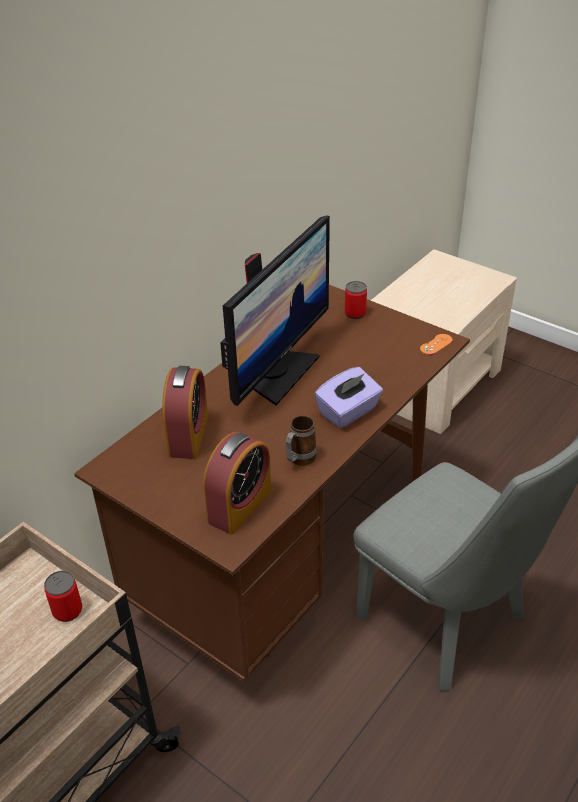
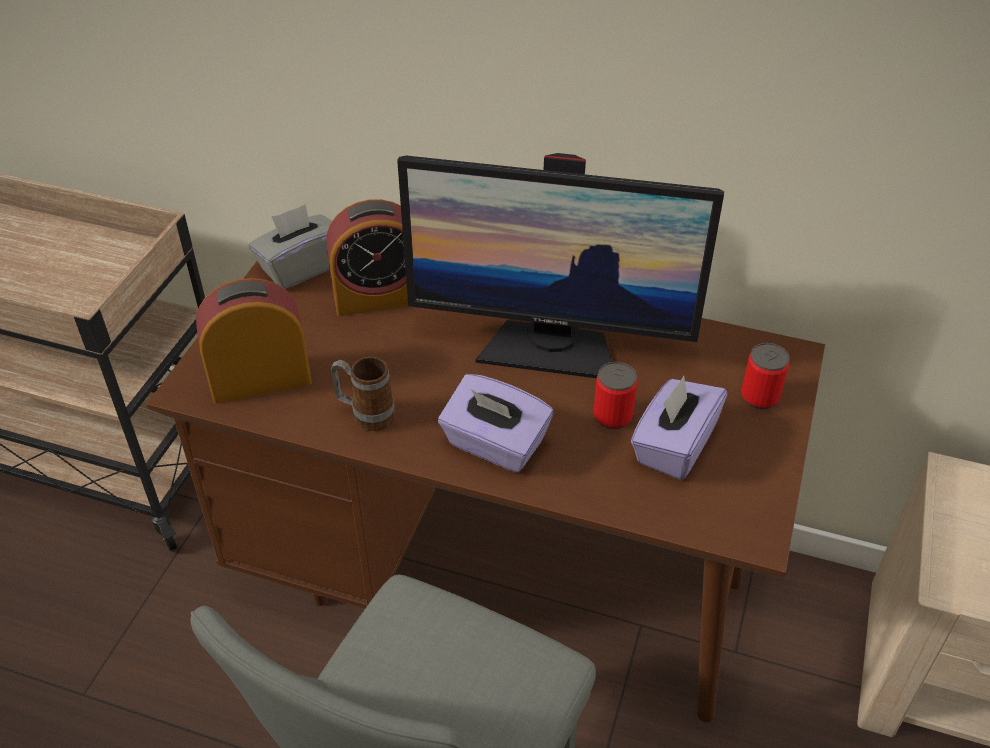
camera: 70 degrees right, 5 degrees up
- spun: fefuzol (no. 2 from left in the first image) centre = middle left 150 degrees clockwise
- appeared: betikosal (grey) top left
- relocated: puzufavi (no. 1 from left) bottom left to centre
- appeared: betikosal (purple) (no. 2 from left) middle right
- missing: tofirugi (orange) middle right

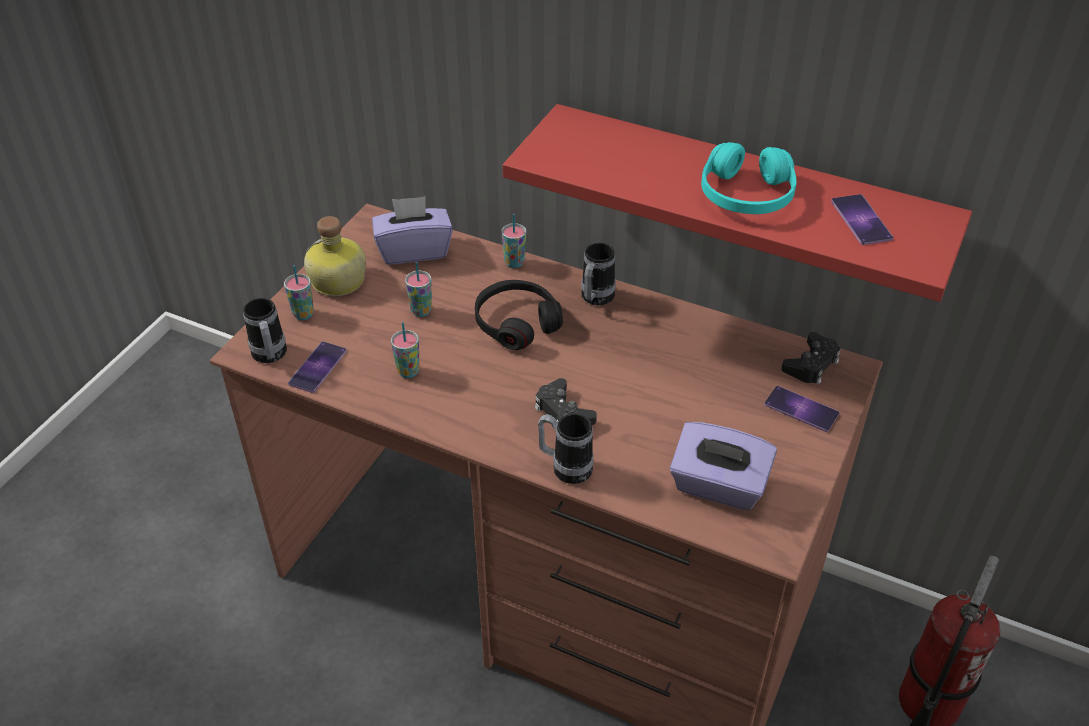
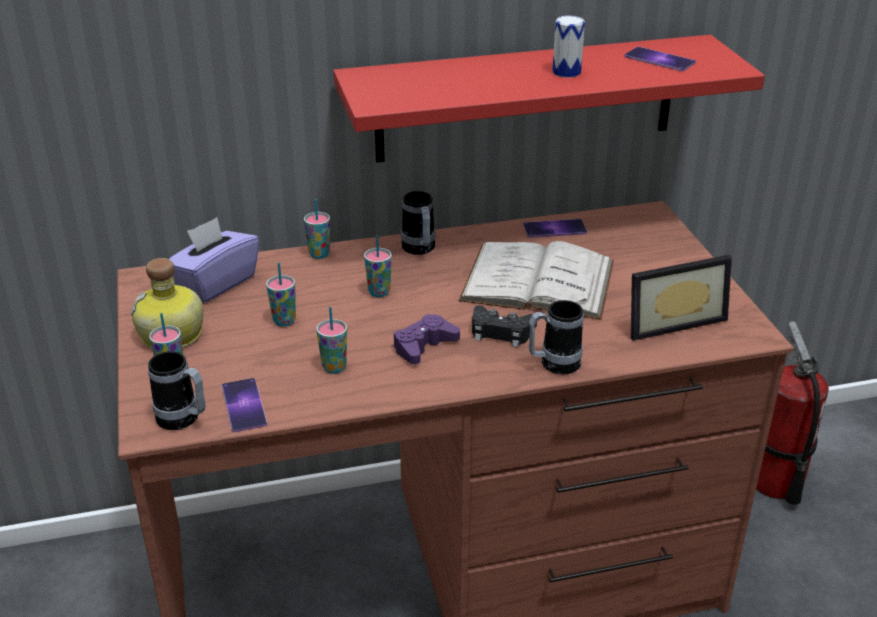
camera: 40 degrees left, 10 degrees down
- exchanged: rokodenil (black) centre to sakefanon (no. 5 from left) centre
- appeared: tofirugi (purple) centre
- appeared: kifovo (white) centre
- relocated: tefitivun (no. 2 from left) middle right to centre
- exchanged: rokodenil (turquoise) top right to puzufavi top centre
- exchanged: betikosal (purple) (no. 2 from left) centre to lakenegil middle right
- missing: tofirugi (black) (no. 2 from left) middle right

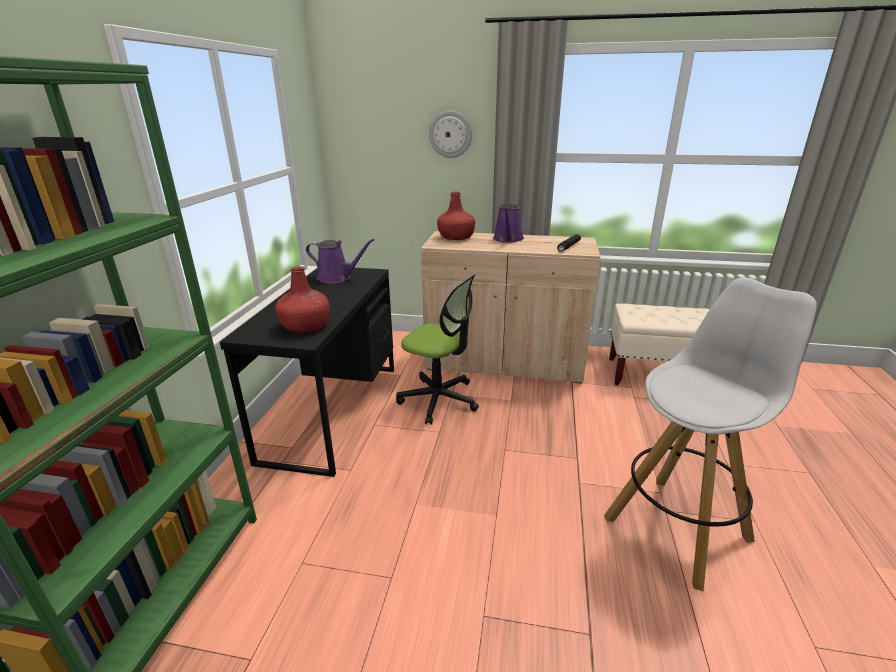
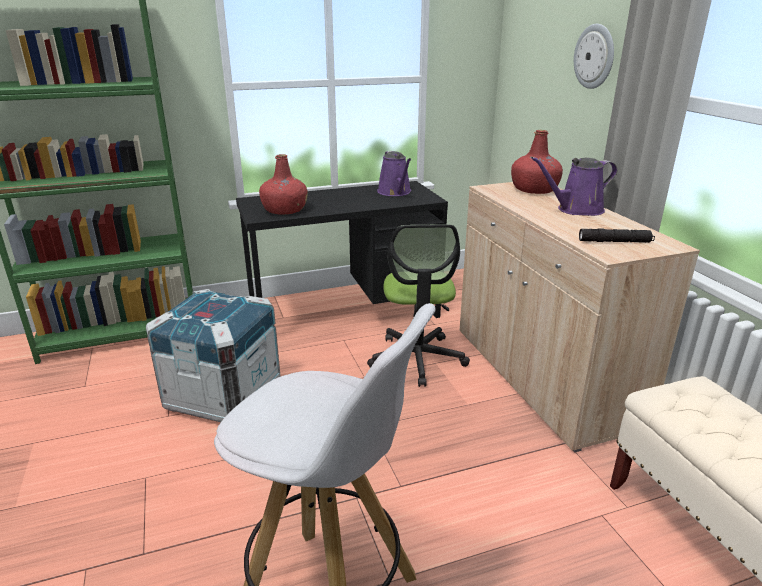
camera: 60 degrees right, 0 degrees up
- appeared: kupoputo middle left

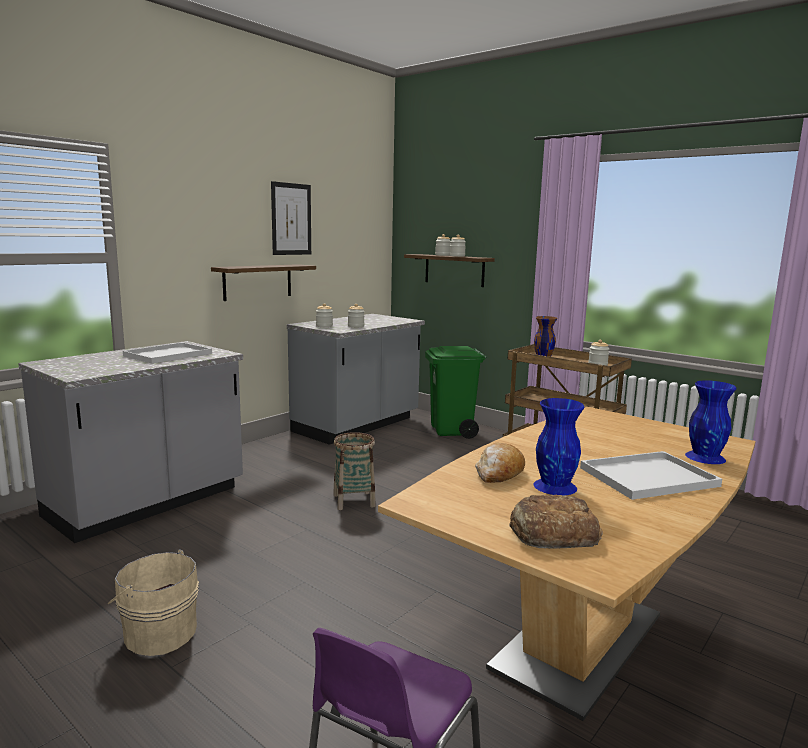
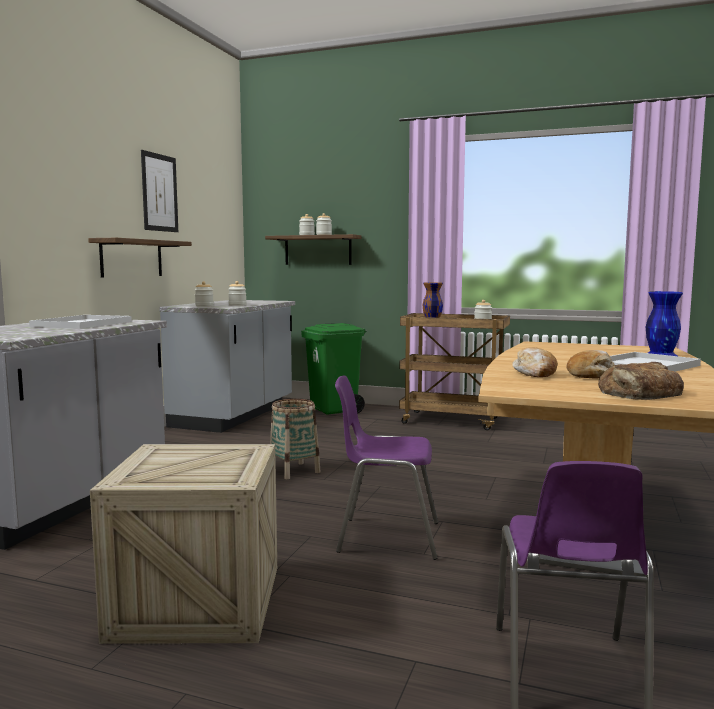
camera: 20 degrees left, 5 degrees down
- exchanged: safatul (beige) bottom left to kupoputo bottom left
- appeared: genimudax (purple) (no. 1 from left) centre
- exchanged: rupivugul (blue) (no. 1 from left) middle right to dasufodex (no. 2 from left) middle right

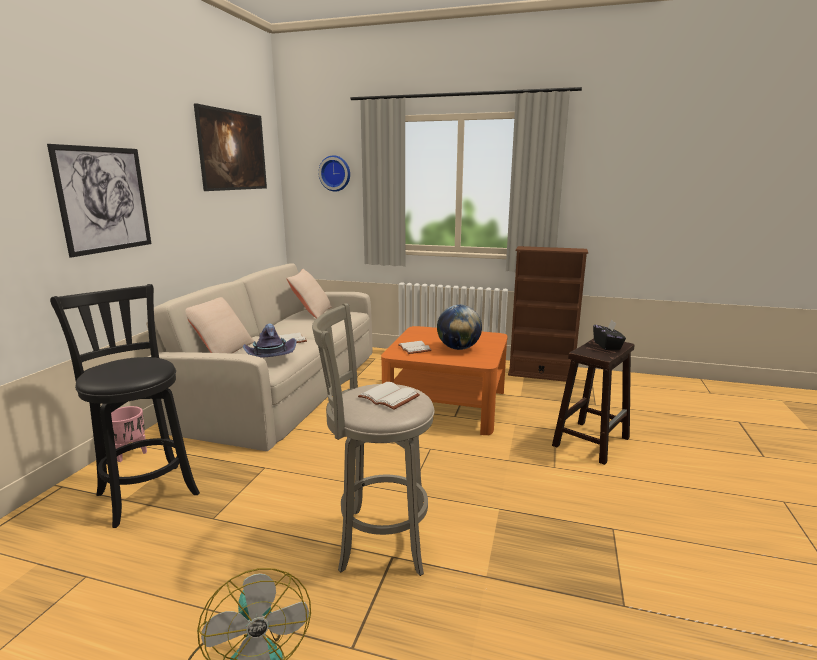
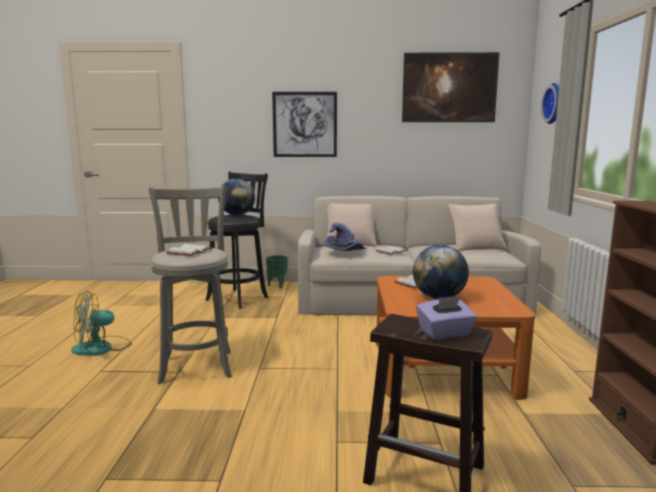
camera: 75 degrees right, 5 degrees down
- appeared: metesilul (no. 1 from left) centre
- colour: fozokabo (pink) middle left to fozokabo (green) centre
- colour: betikosal (black) middle right to betikosal (purple) middle right

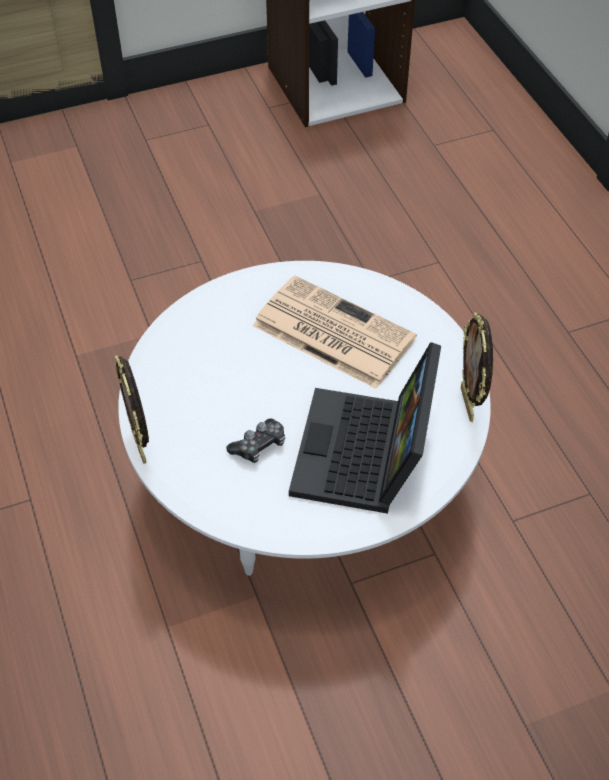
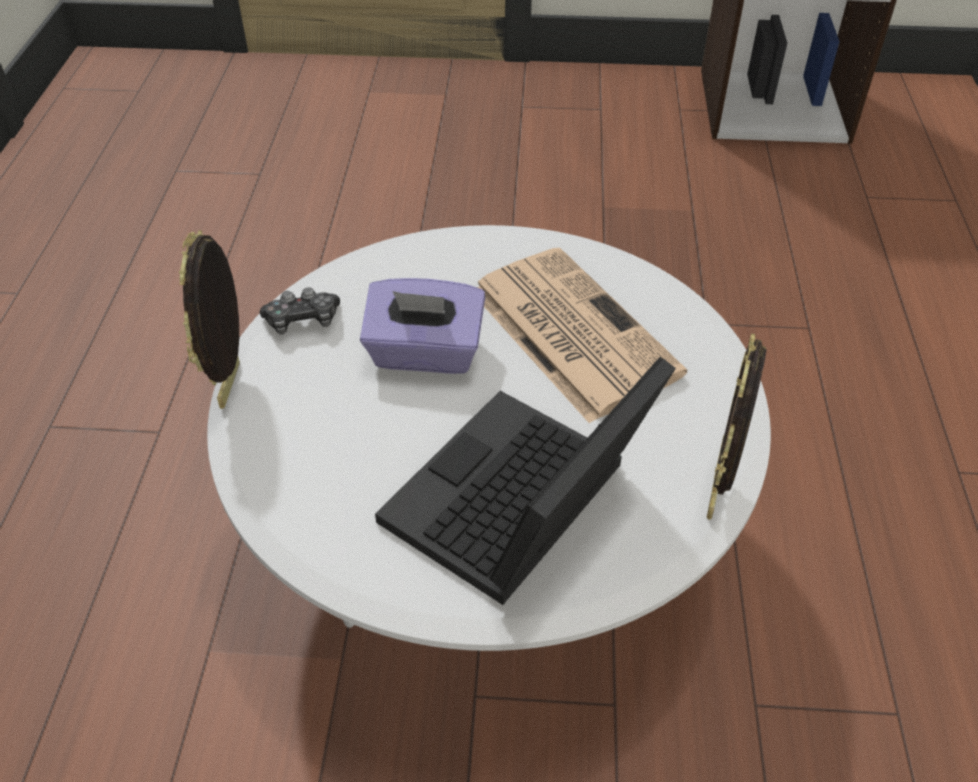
camera: 25 degrees right, 5 degrees down
- relocated: tofirugi centre to middle left
- appeared: betikosal (purple) centre

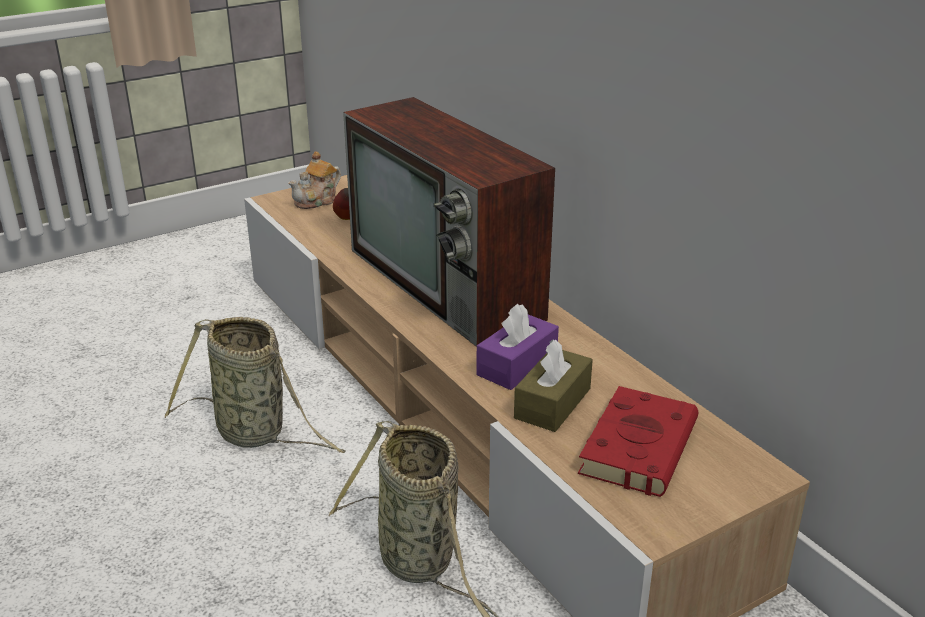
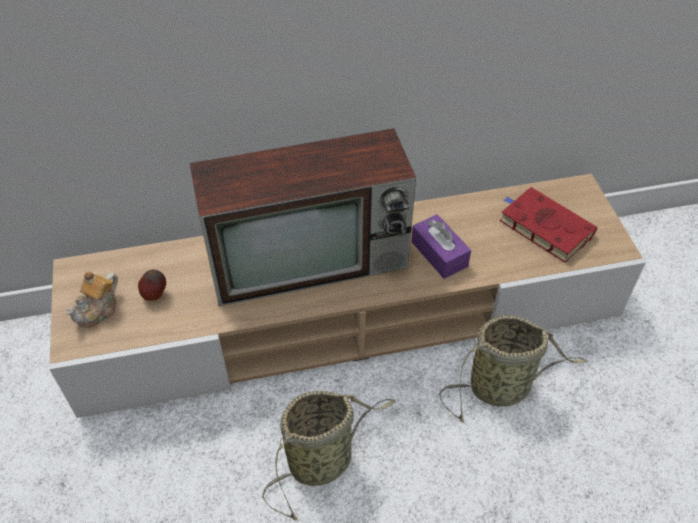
camera: 70 degrees left, 20 degrees up
- spun: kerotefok top centre = middle left 60 degrees clockwise
- missing: betikosal (brown) centre

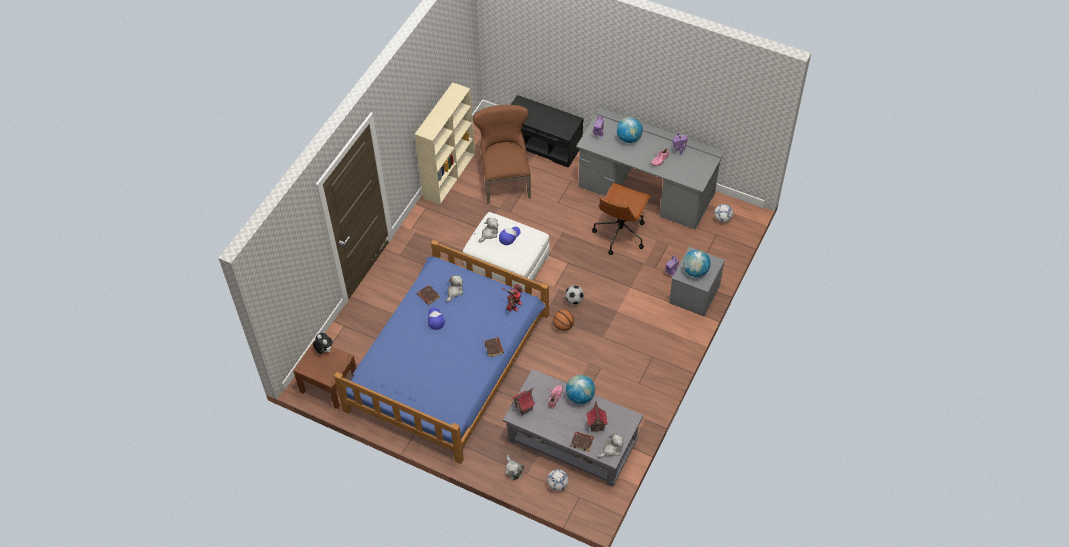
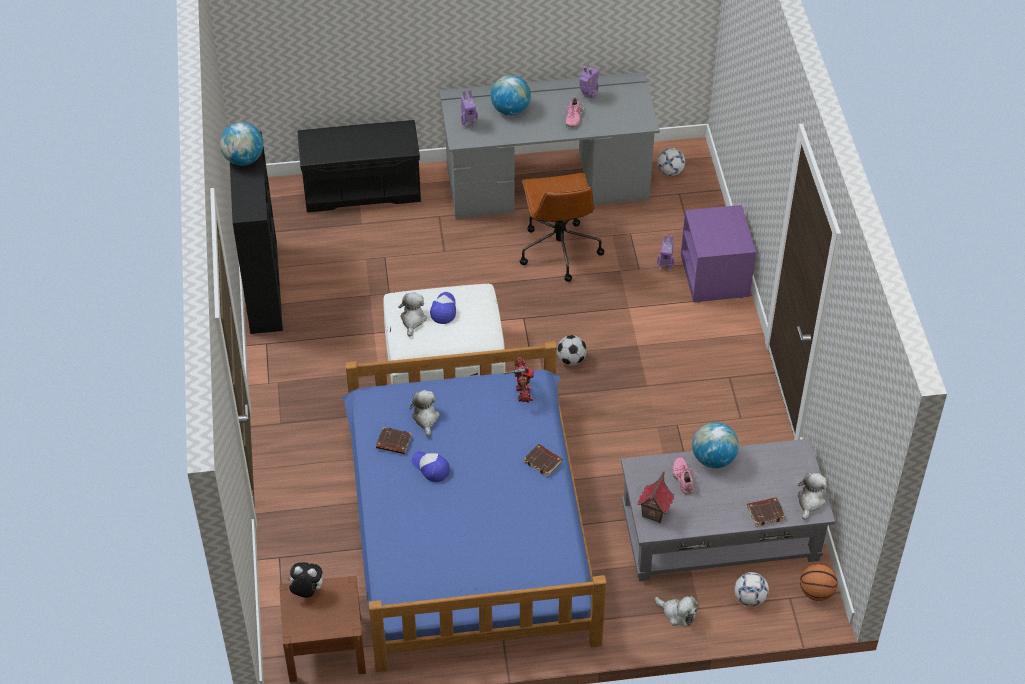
camera: 35 degrees left, 5 degrees down
- relocated: metesilul (no. 3 from left in the first image) centre to metesilul (no. 1 from left) top left
- colour: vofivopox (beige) top centre to vofivopox (black) middle left
- colour: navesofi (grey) centre to navesofi (purple) middle right
- relocated: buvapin centre to bottom right
- missing: genimudax (brown) top centre
- missing: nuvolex (no. 2 from left) bottom centre

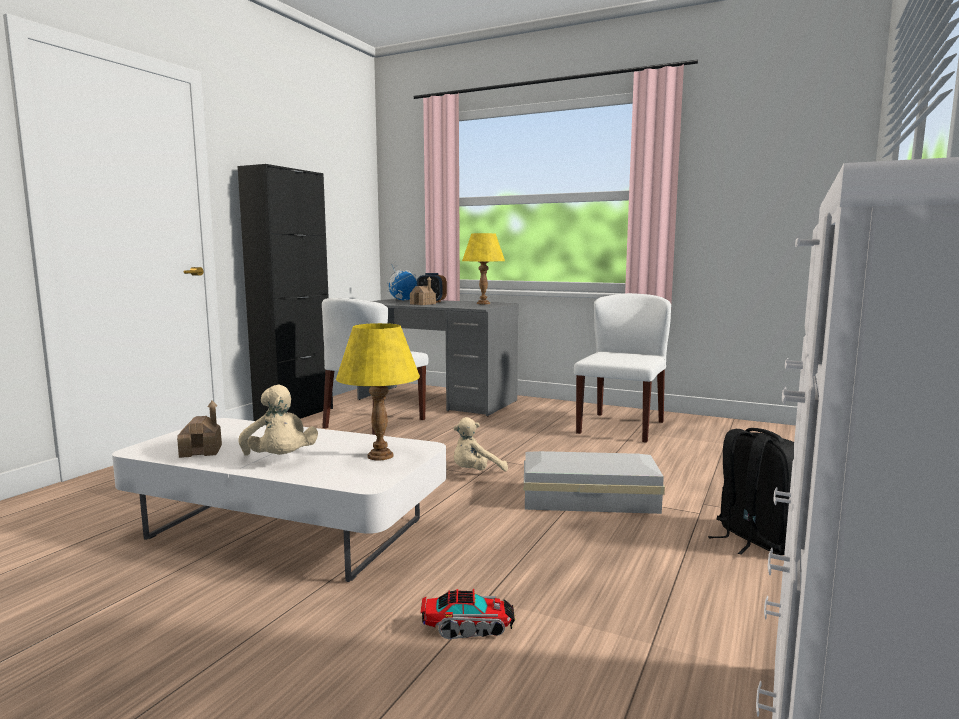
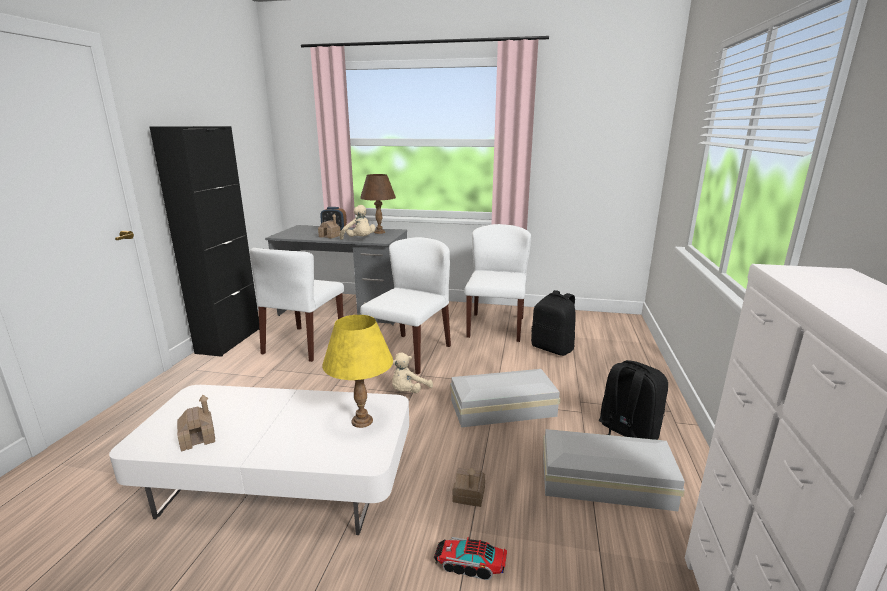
camera: 15 degrees left, 10 degrees up
- relocated: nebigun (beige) (no. 1 from left) middle left to centre
- colour: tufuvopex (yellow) (no. 2 from left) centre to tufuvopex (brown) centre
- appeared: genimudax (white) (no. 2 from left) centre
- spun: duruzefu bottom centre = bottom centre 150 degrees counterclockwise
- appeared: nuvolex (no. 3 from left) bottom centre
- appeared: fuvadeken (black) (no. 1 from left) centre
- appeared: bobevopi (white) (no. 2 from left) bottom right
- missing: metesilul centre

